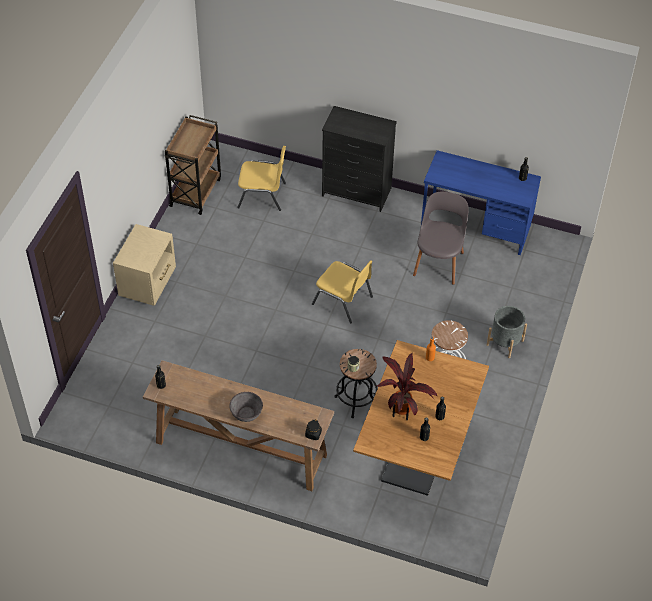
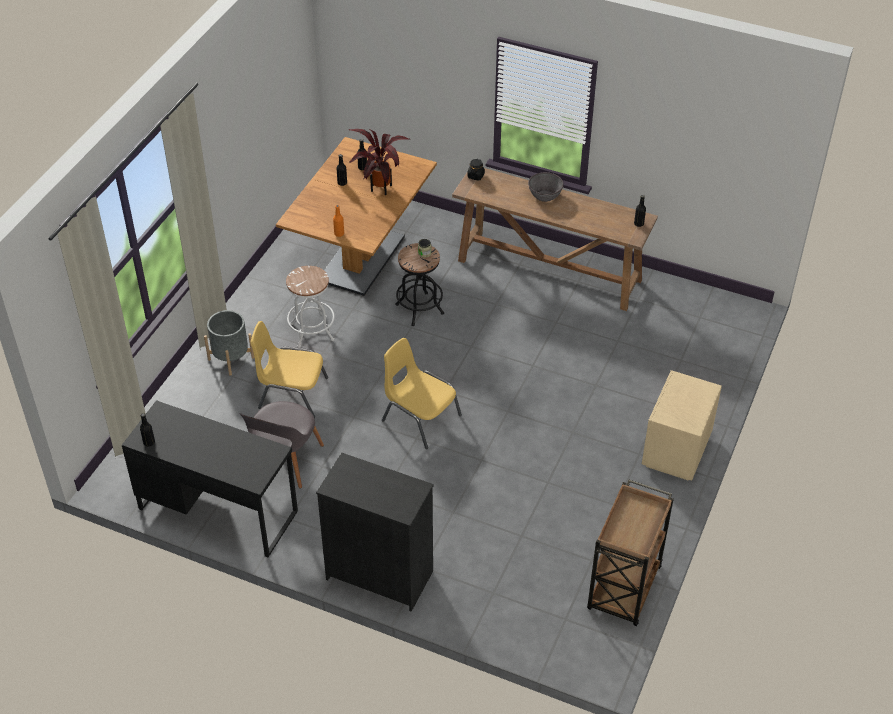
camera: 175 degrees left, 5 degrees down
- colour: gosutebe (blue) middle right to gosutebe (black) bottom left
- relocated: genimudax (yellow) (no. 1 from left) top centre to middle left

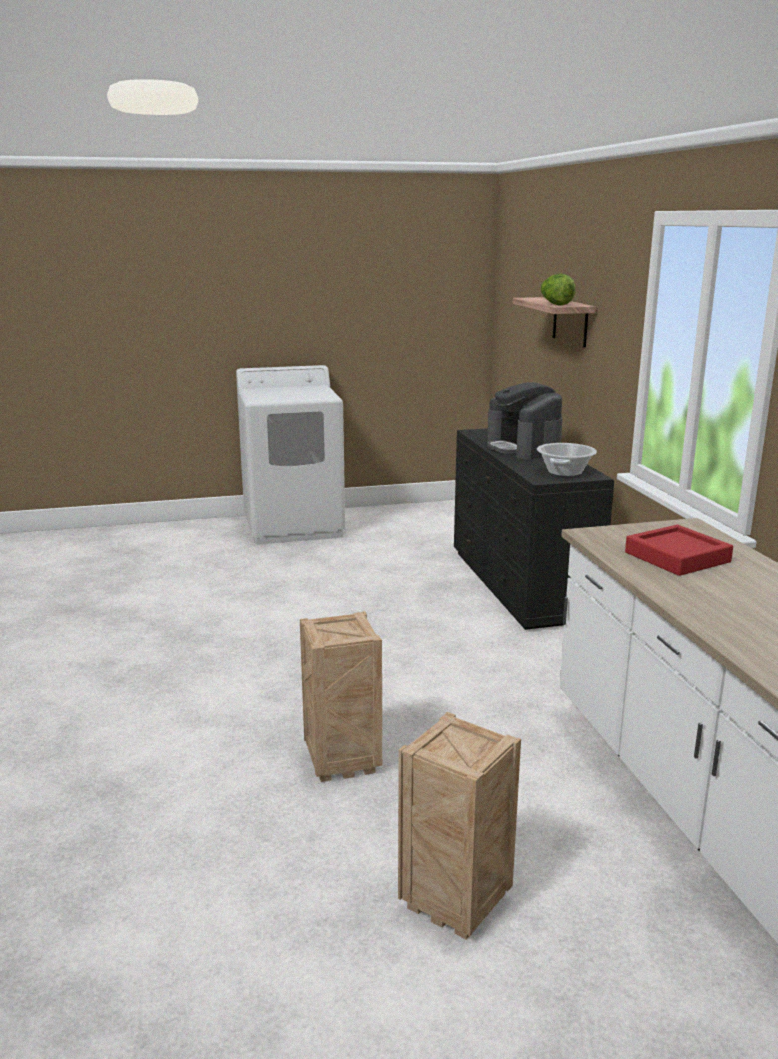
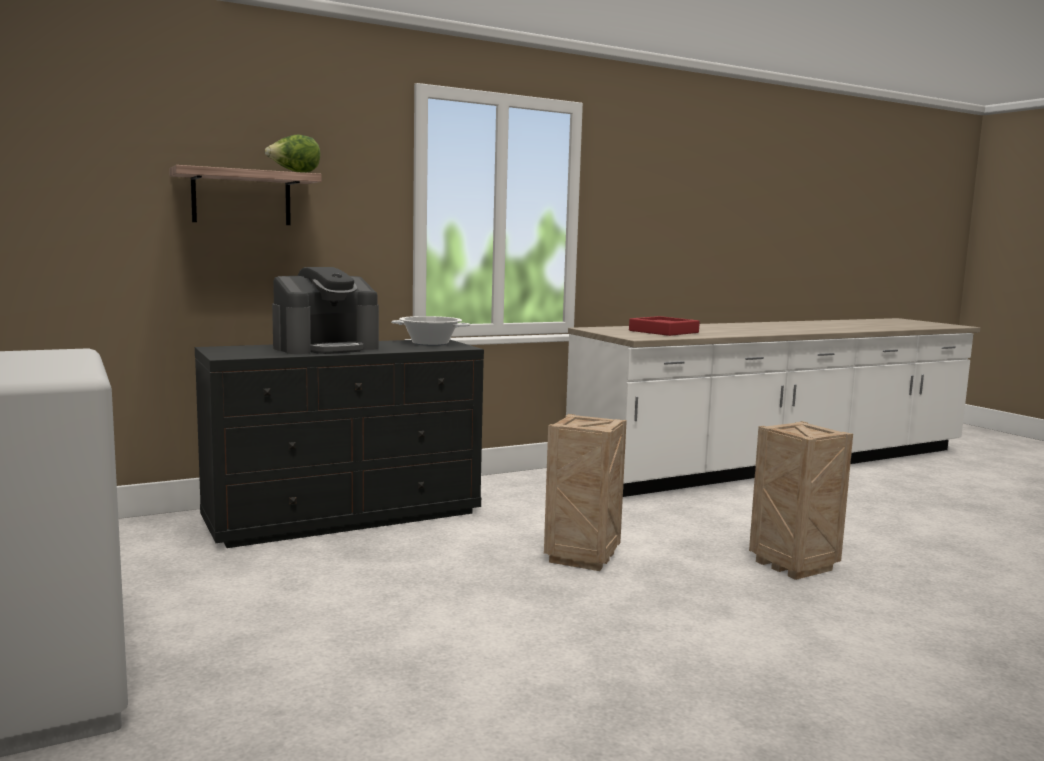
camera: 105 degrees left, 10 degrees down
- relocated: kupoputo (no. 2 from left in the first image) bottom centre to kupoputo (no. 1 from left) centre

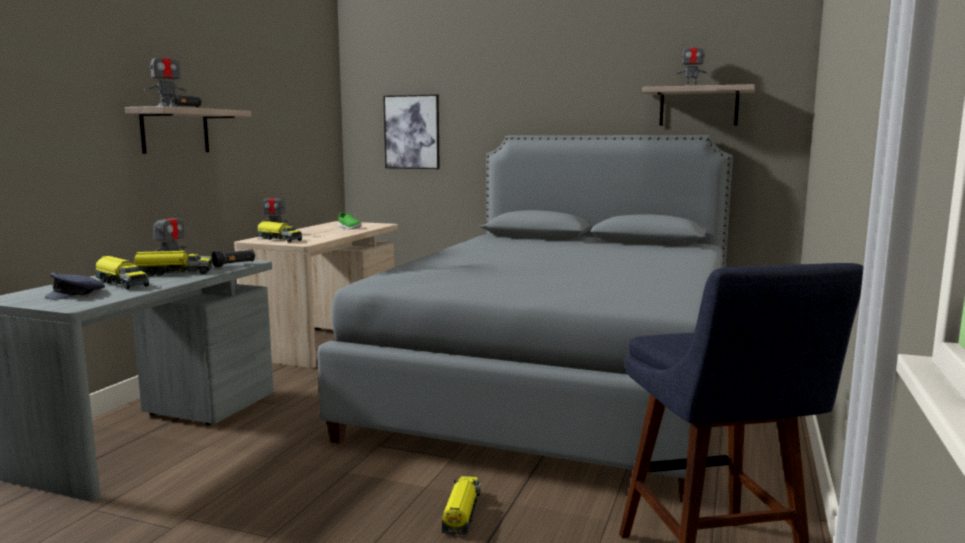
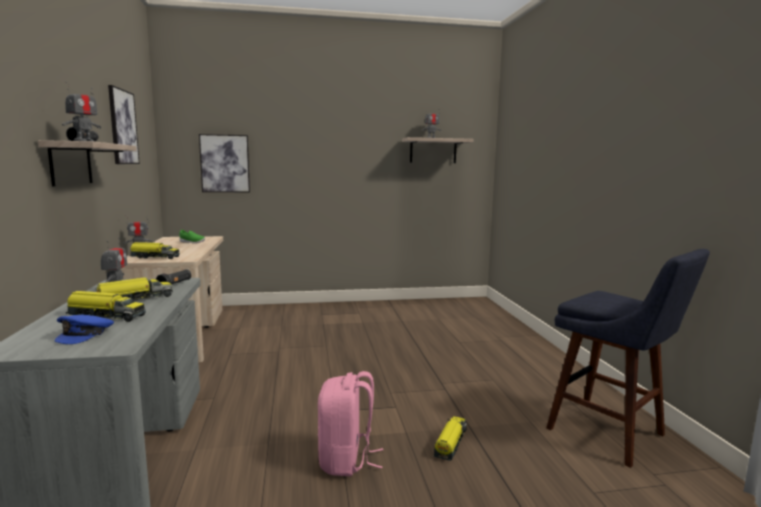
camera: 30 degrees left, 0 degrees up
- colour: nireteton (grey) middle left to nireteton (blue) middle left
- appeared: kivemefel (no. 1 from left) top left
- appeared: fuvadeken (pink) bottom centre
- spun: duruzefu (no. 4 from left) bottom centre = bottom centre 45 degrees clockwise
- missing: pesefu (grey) centre

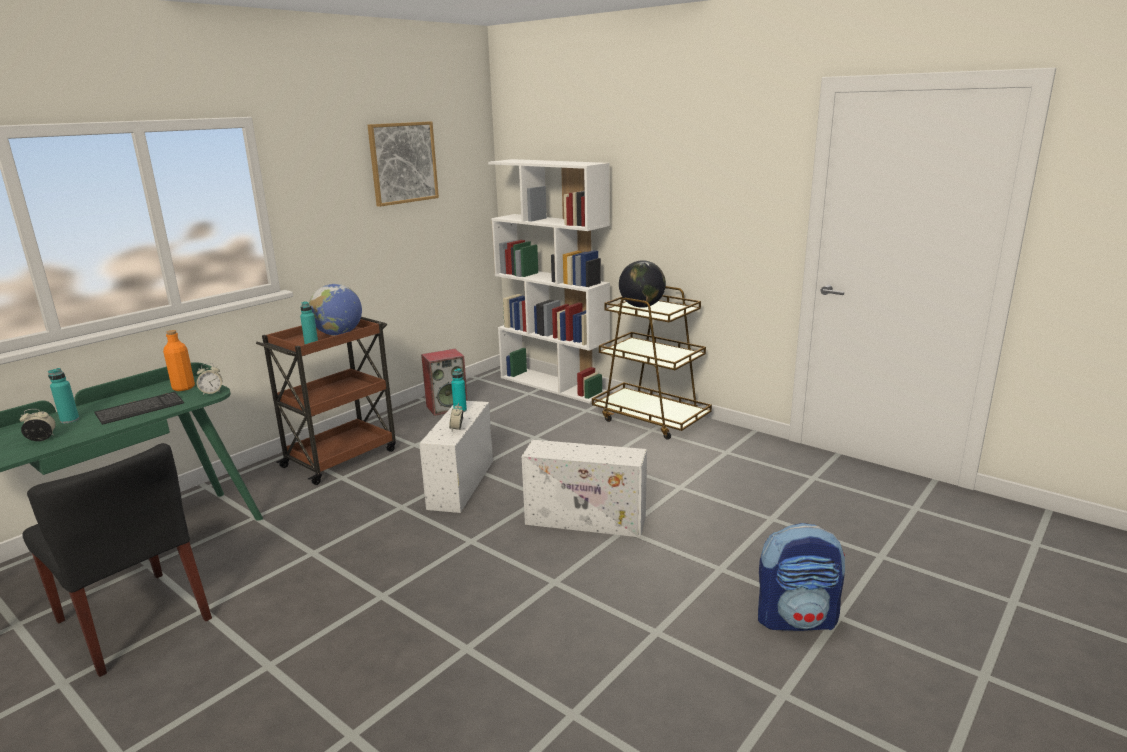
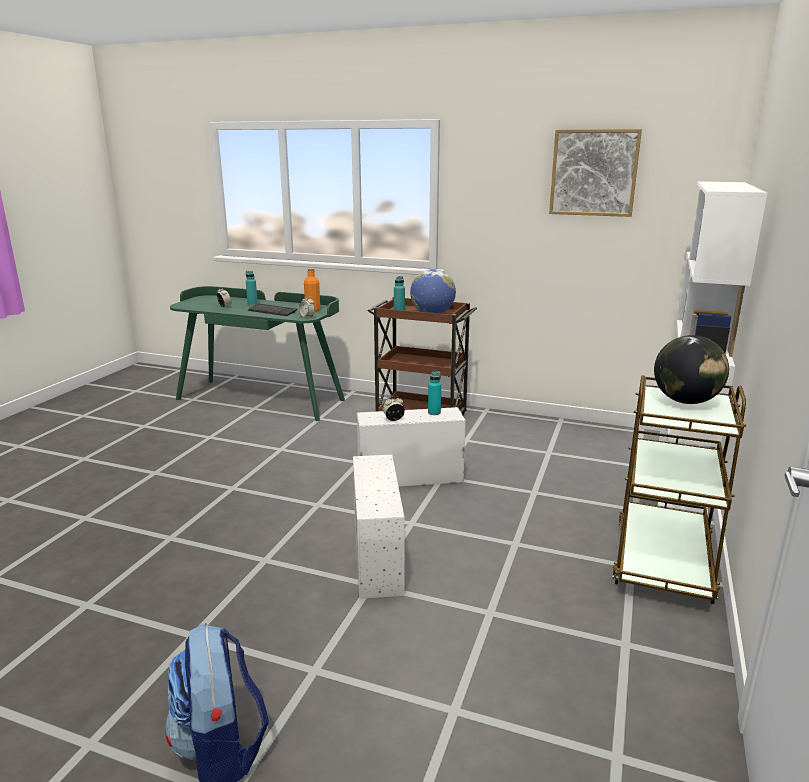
camera: 70 degrees right, 0 degrees up
- missing: genimudax (black) bottom left
- missing: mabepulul centre

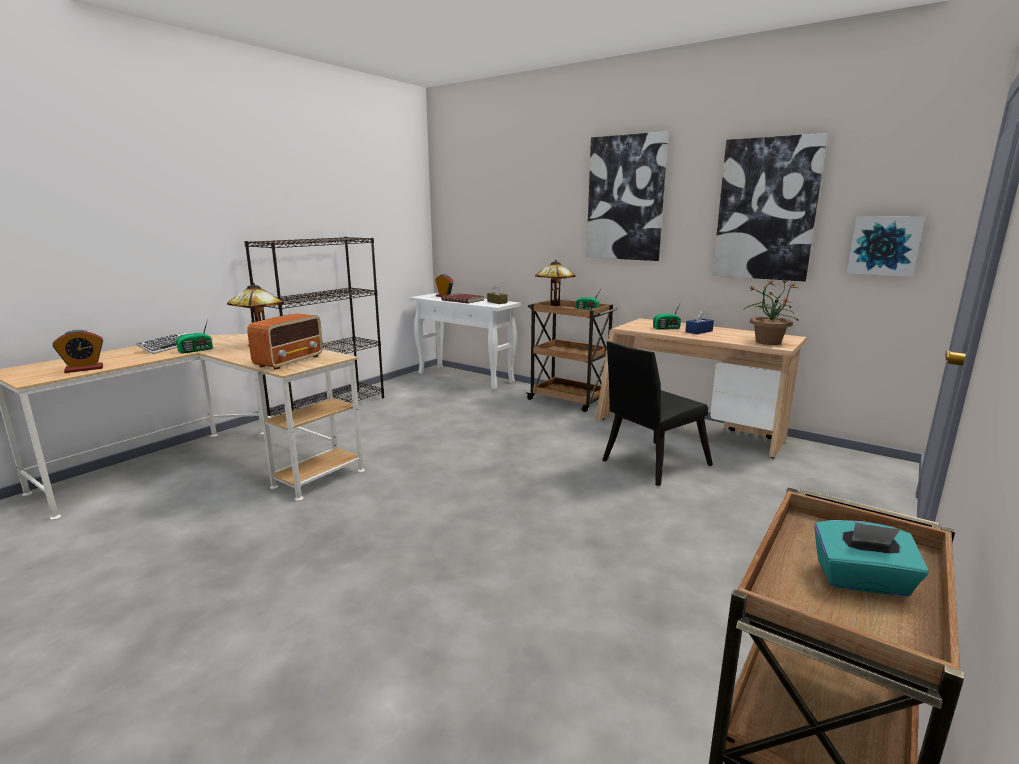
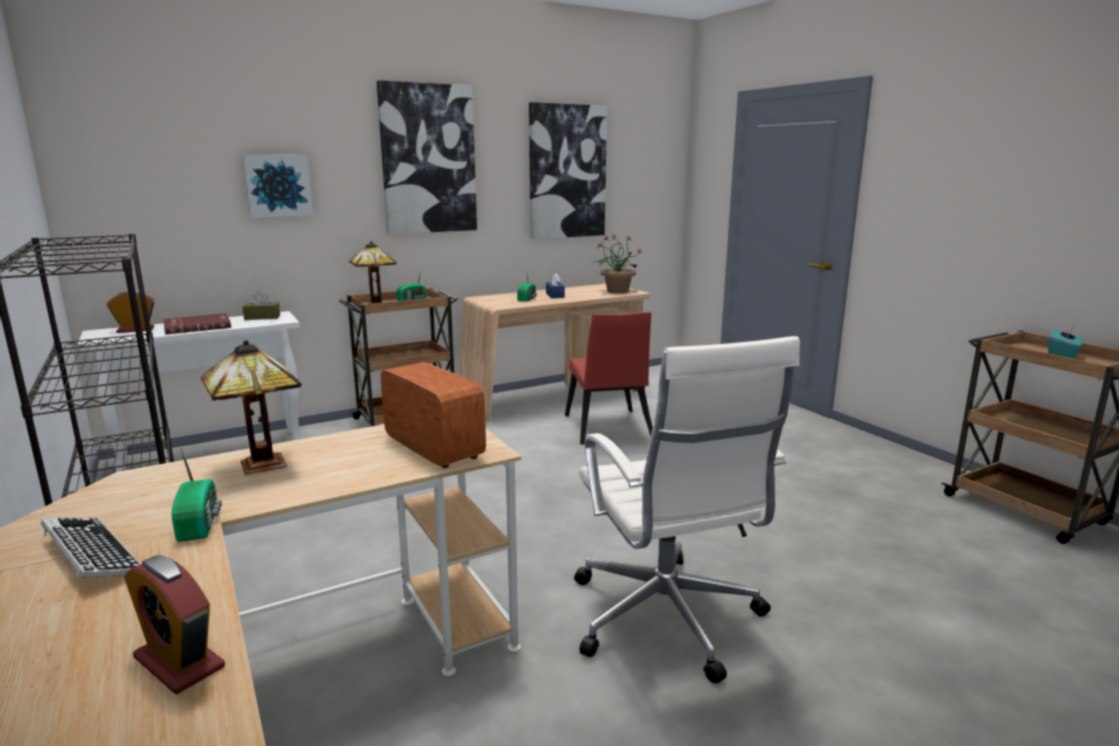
camera: 65 degrees left, 0 degrees up
- spun: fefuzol (no. 1 from left in the first image) middle left = bottom left 135 degrees clockwise
- relocated: kivemefel (no. 3 from left in the first image) top right to kivemefel (no. 1 from left) top left
- colour: genimudax (black) centre to genimudax (red) centre
- appeared: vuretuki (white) bottom centre

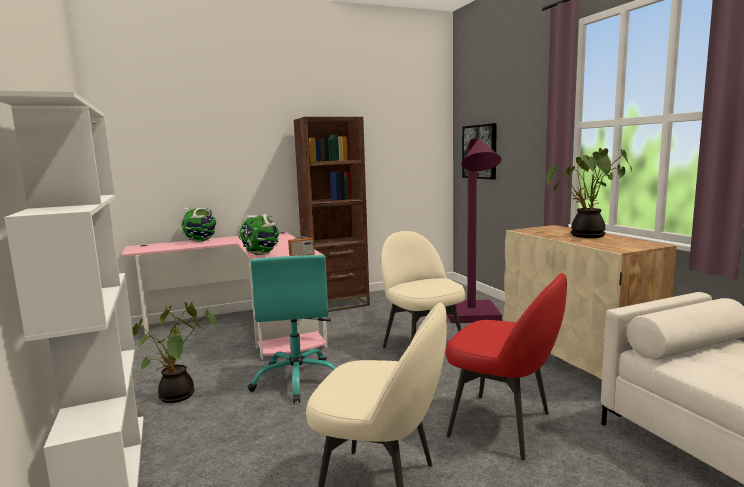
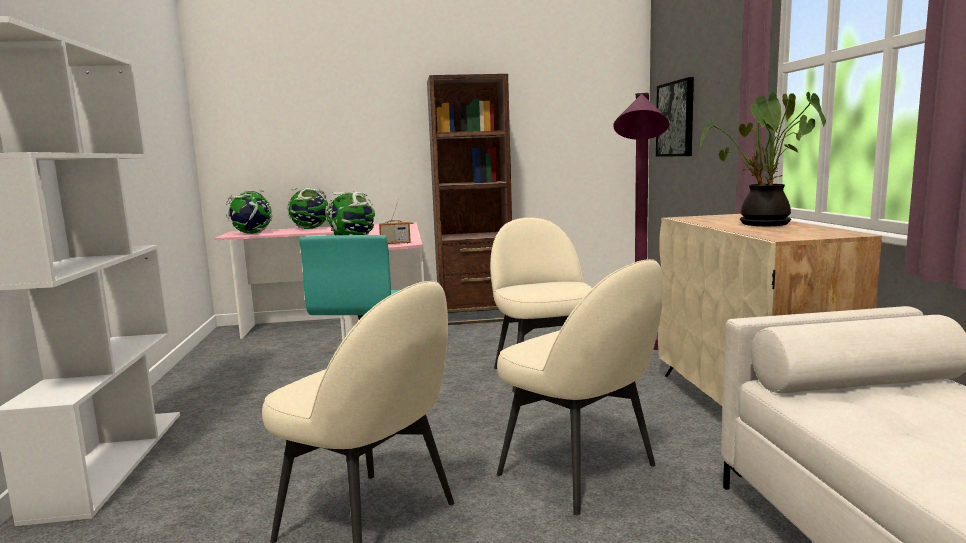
camera: 15 degrees right, 0 degrees up
- appeared: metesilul (no. 1 from left) middle left
- colour: genimudax (red) bottom right to genimudax (beige) (no. 3 from left) bottom centre
- missing: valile (no. 1 from left) bottom left

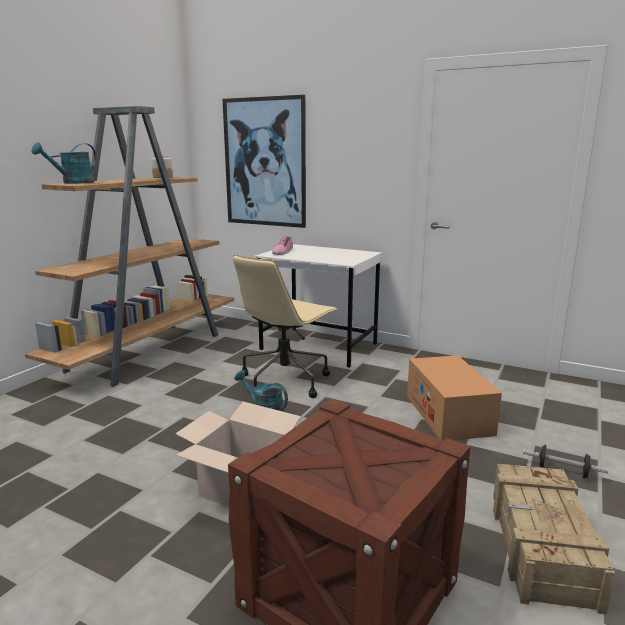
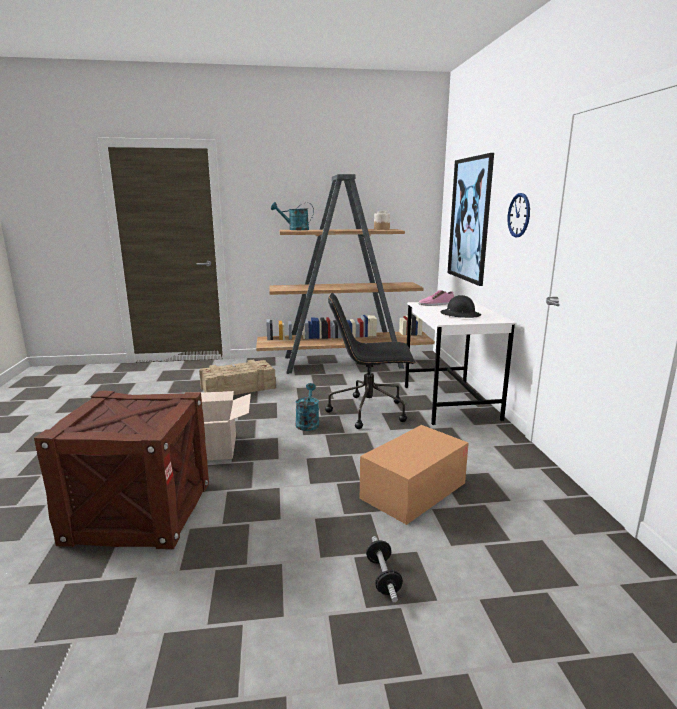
camera: 55 degrees right, 0 degrees up
- relocated: kupoputo (no. 2 from left) bottom right to centre
- colour: vuretuki (beige) centre to vuretuki (black) centre
- appeared: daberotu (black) middle right
- appeared: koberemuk top right

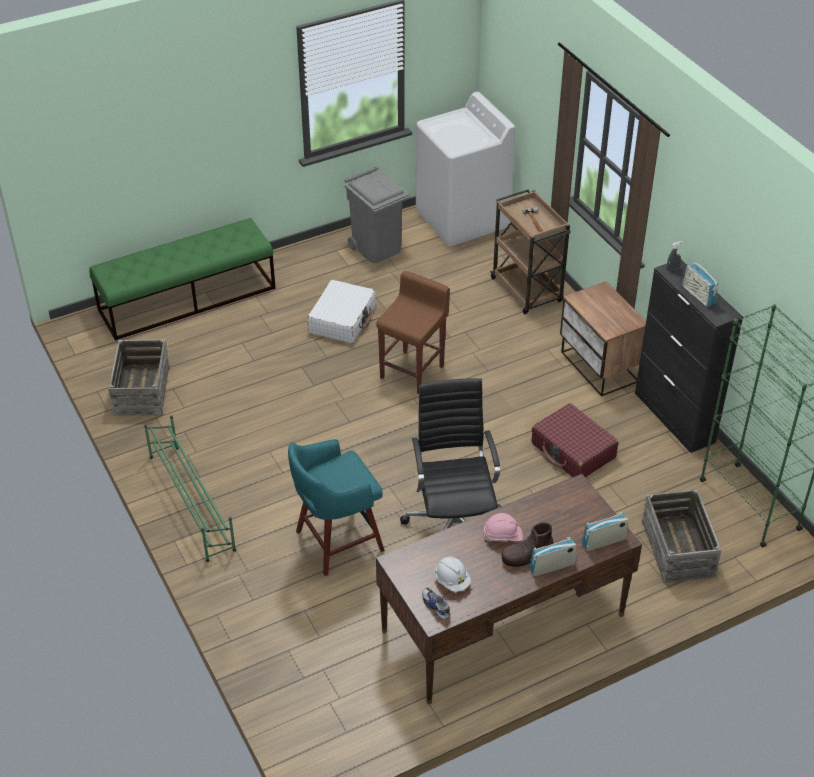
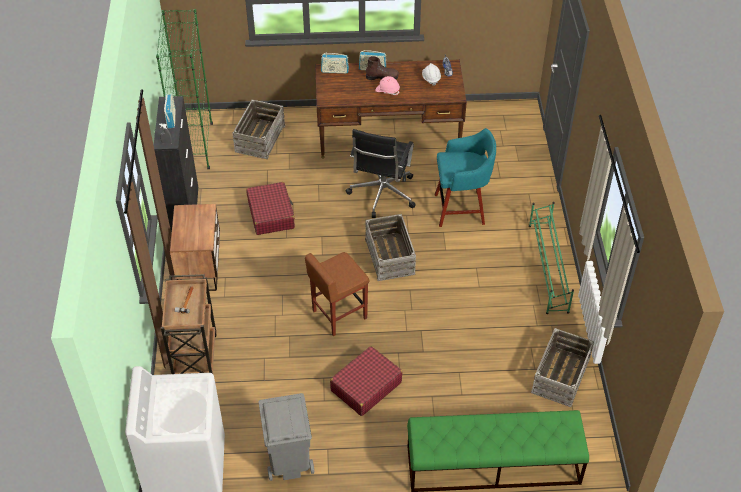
camera: 155 degrees left, 5 degrees up
- colour: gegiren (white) centre to gegiren (red) (no. 2 from left) bottom centre
- appeared: kupoputo (no. 2 from left) centre

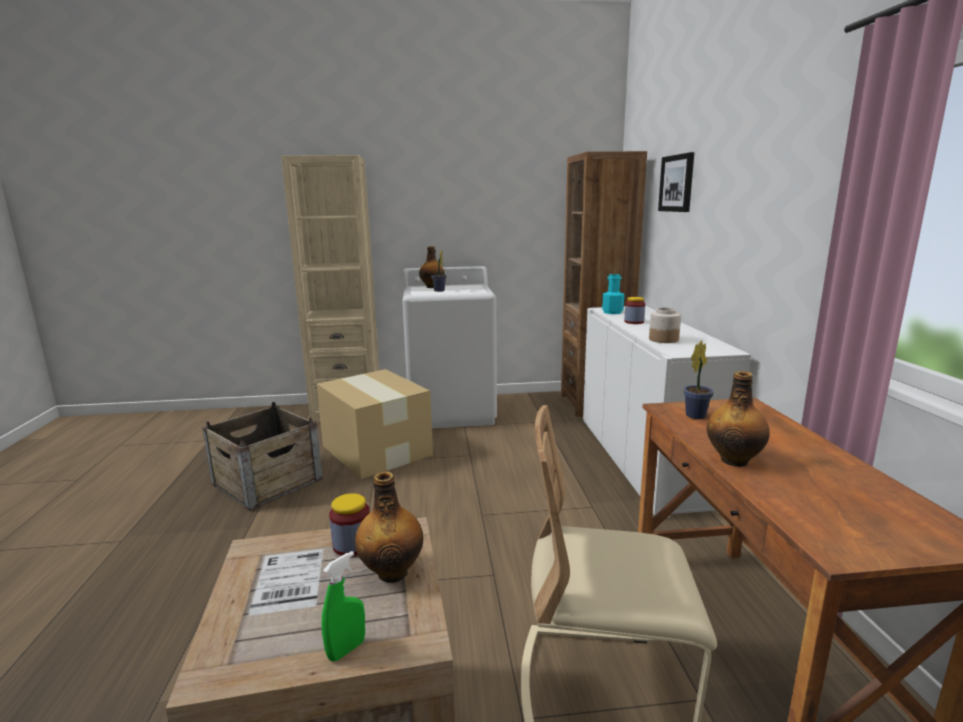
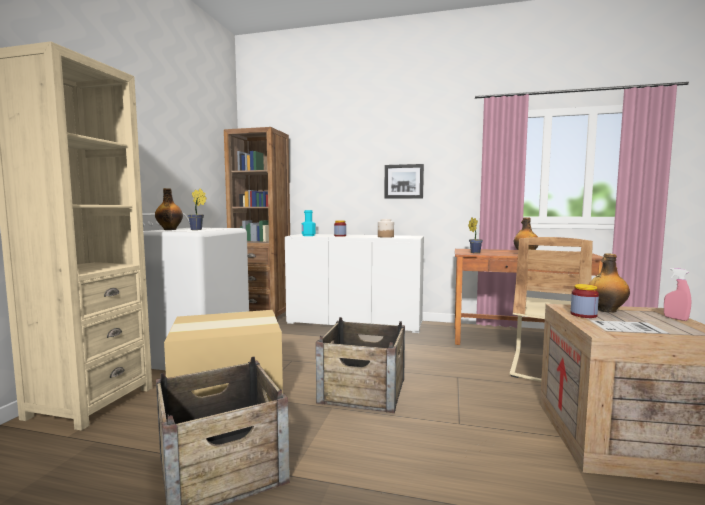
camera: 70 degrees left, 10 degrees down
- appeared: kupoputo (no. 2 from left) bottom centre
- relocated: kivemefel top right to centre
- colour: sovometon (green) bottom centre to sovometon (pink) middle right

